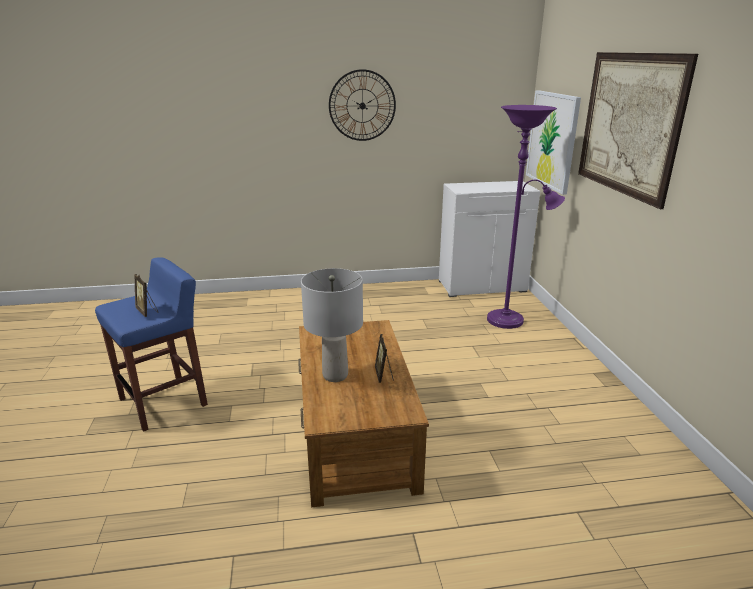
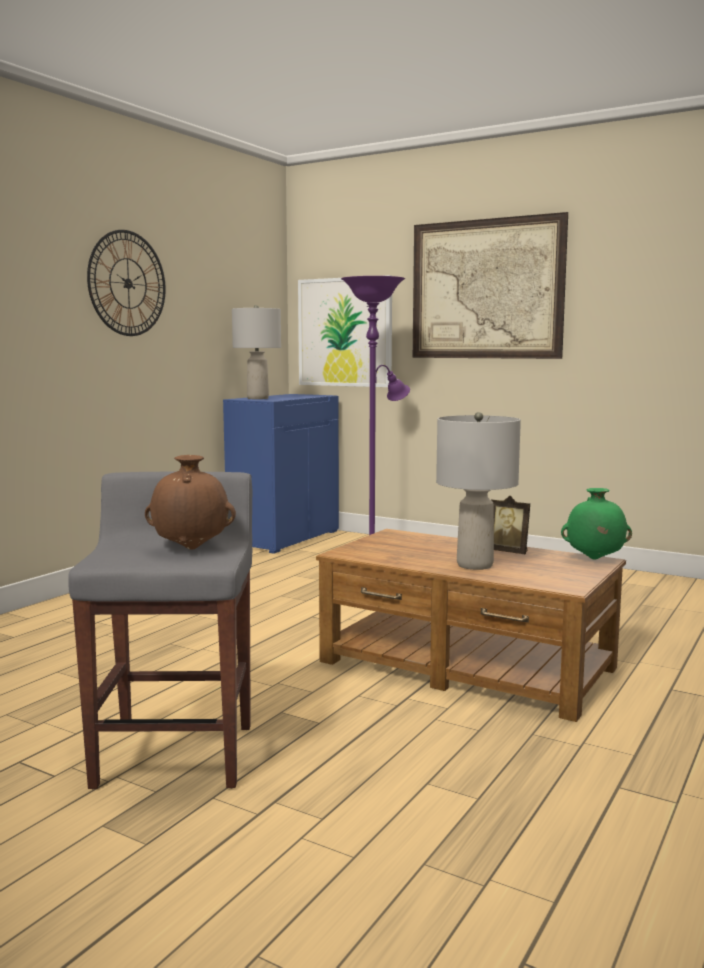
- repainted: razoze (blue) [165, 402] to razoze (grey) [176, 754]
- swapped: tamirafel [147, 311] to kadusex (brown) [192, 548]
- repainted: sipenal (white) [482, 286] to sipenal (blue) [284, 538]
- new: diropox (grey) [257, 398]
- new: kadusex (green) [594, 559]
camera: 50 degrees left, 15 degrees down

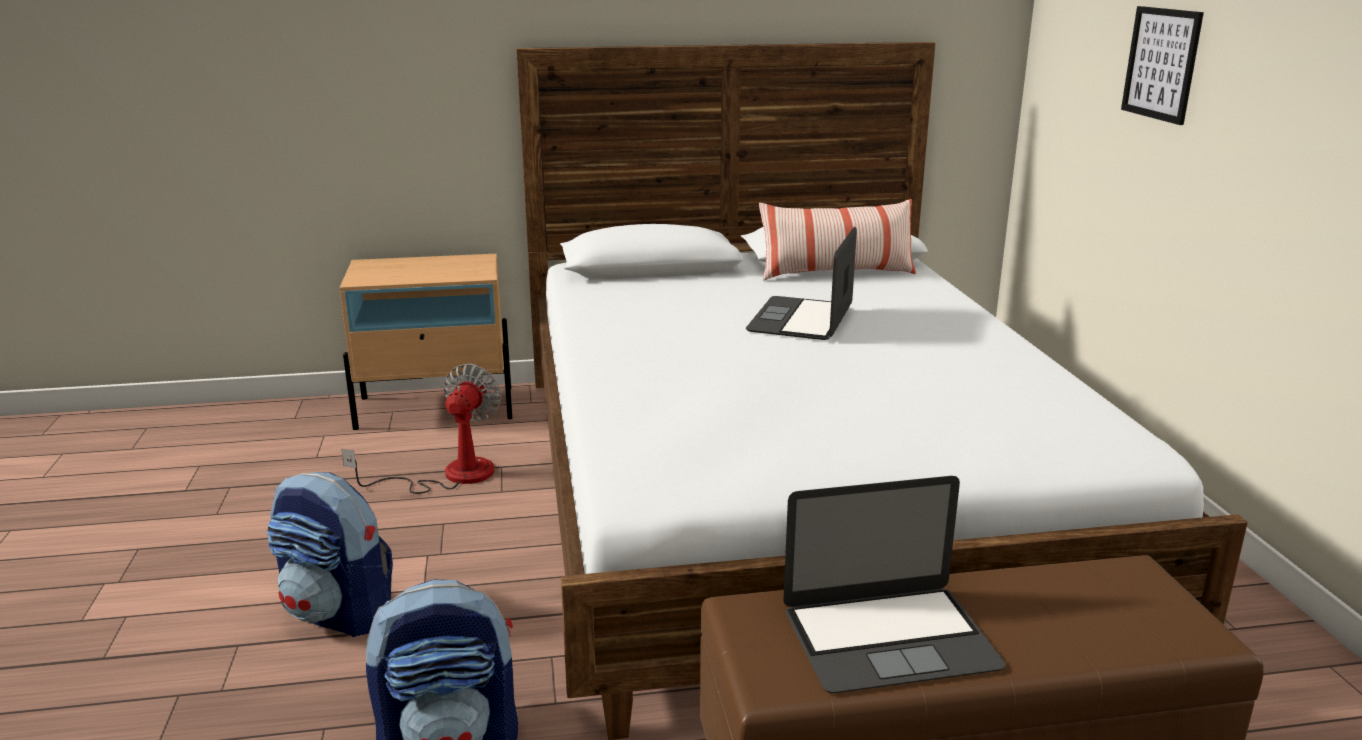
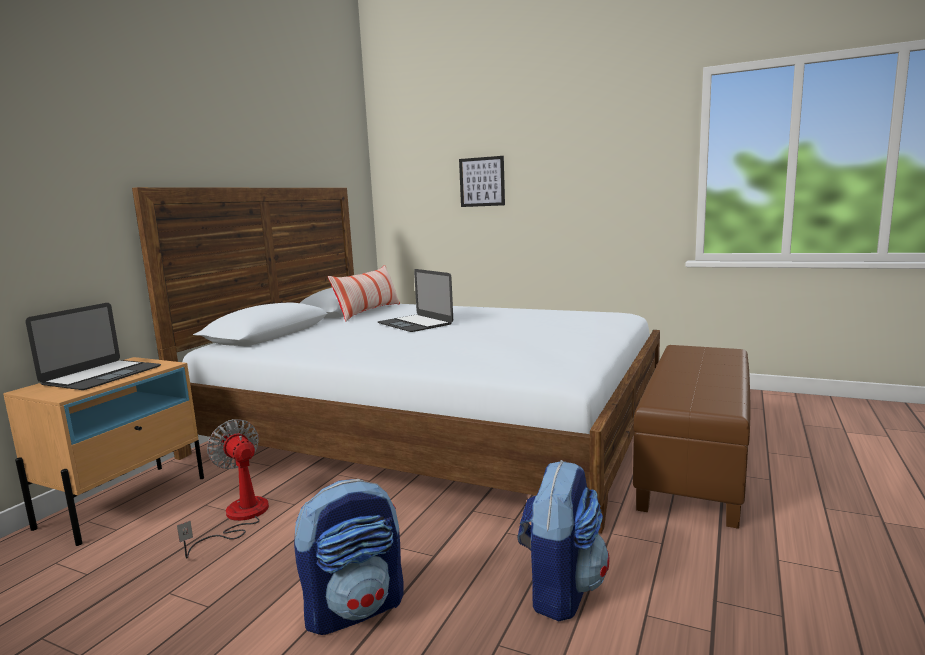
- shifted: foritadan [889, 638] to [102, 375]
camera: 55 degrees left, 10 degrees down

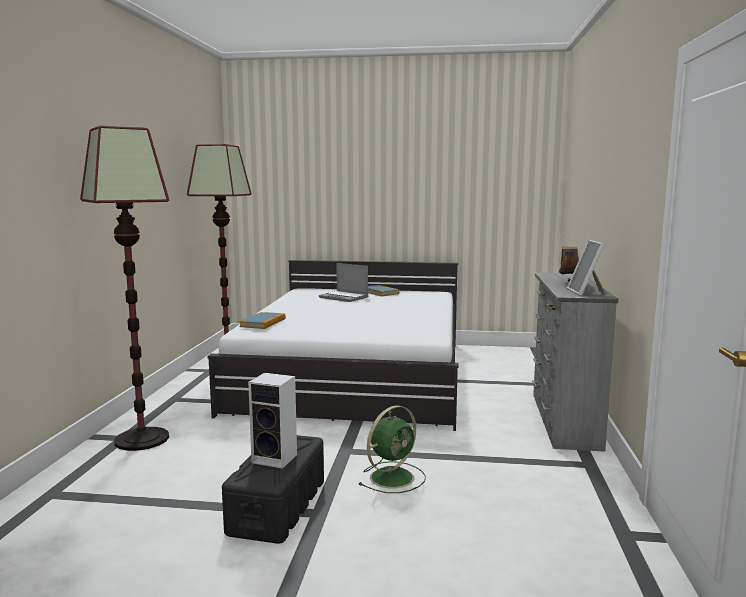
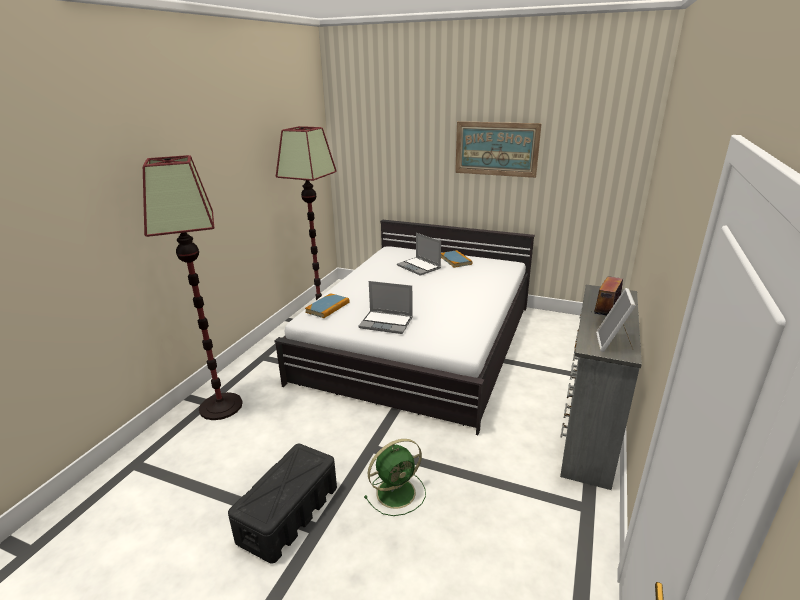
- gone: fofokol [276, 459]
- new: foritadan [387, 323]
- new: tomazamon [496, 149]
camera: 15 degrees right, 15 degrees up

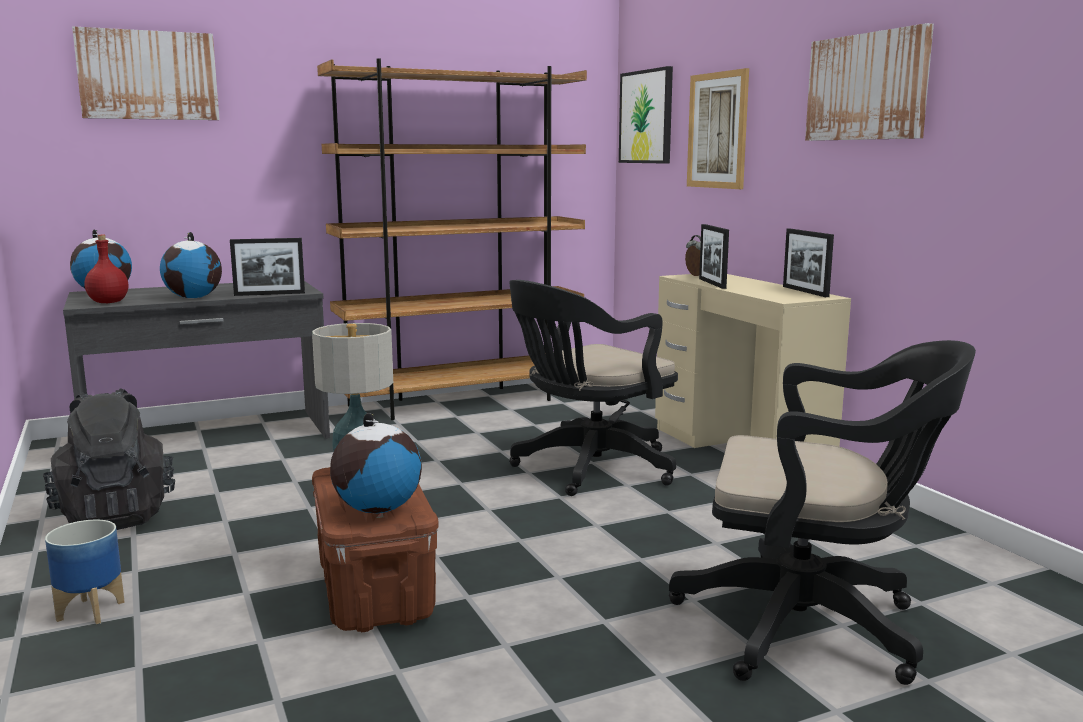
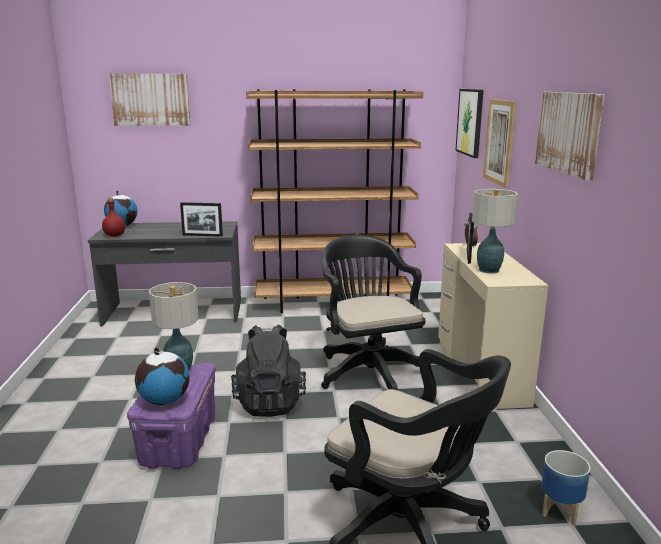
- shifted: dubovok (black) [116, 516] to [269, 402]
- shifted: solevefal [90, 611] to [559, 510]
- gone: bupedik [194, 298]
- repainted: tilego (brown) [374, 591] to tilego (purple) [178, 441]
- rotated: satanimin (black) [588, 469] = [368, 371] 90 degrees clockwise
- gone: tamirafel [805, 291]
- new: diropox [489, 270]
camera: 20 degrees right, 5 degrees up

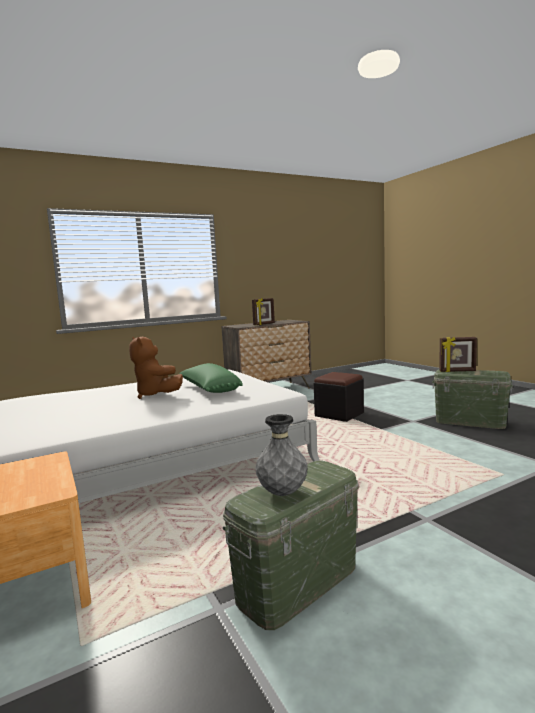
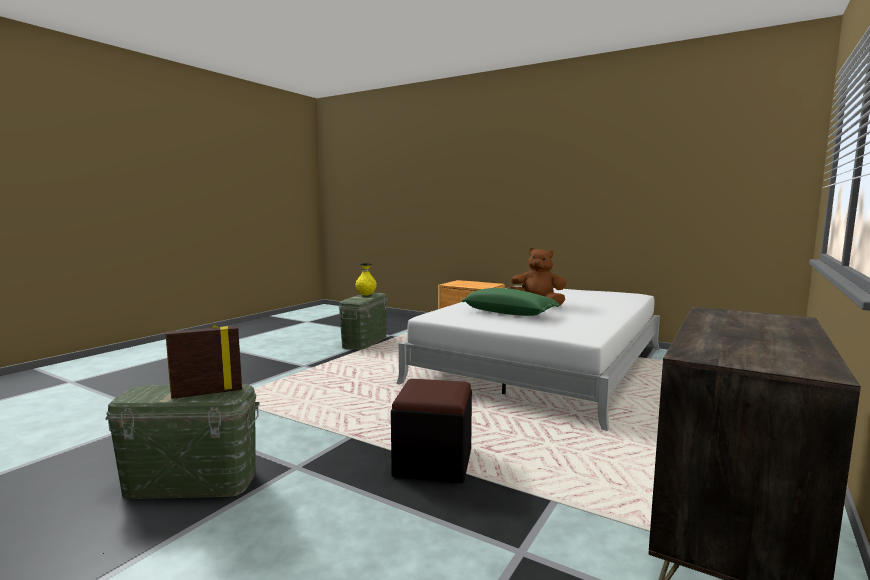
- gone: tamirafel [264, 324]
- repainted: kadusex (grey) [282, 493] to kadusex (yellow) [366, 295]
camera: 150 degrees right, 0 degrees up

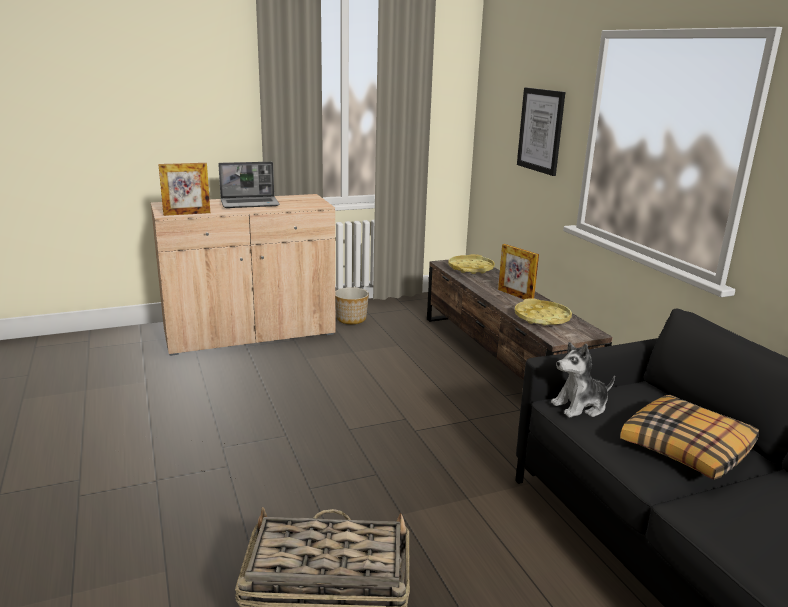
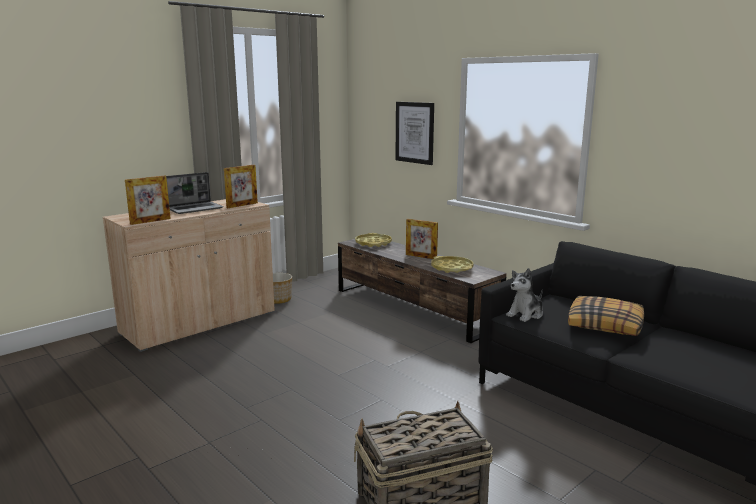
- new: tamirafel [242, 205]
camera: 20 degrees left, 5 degrees down

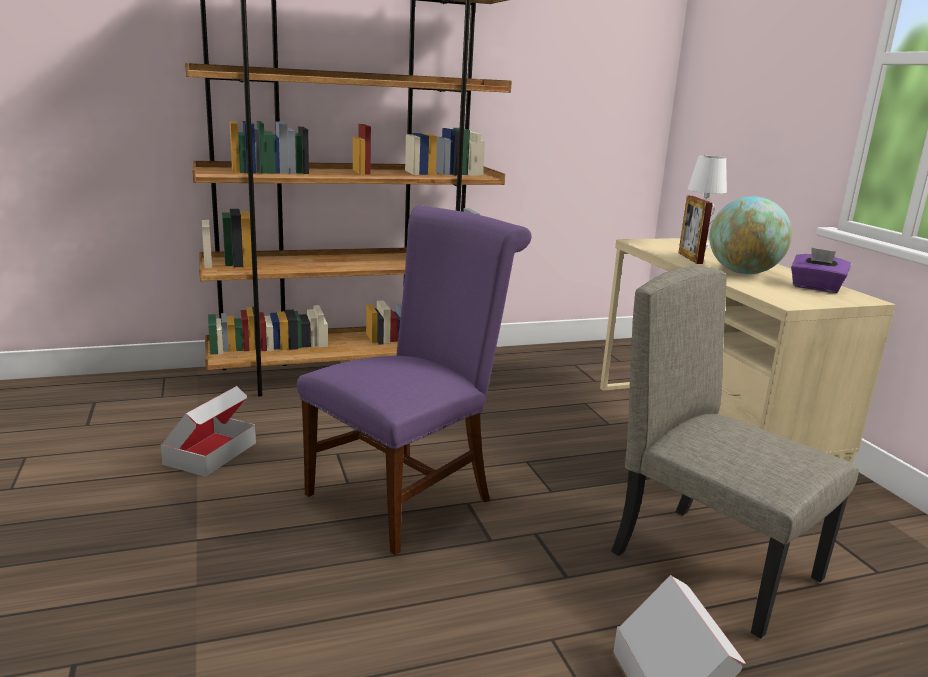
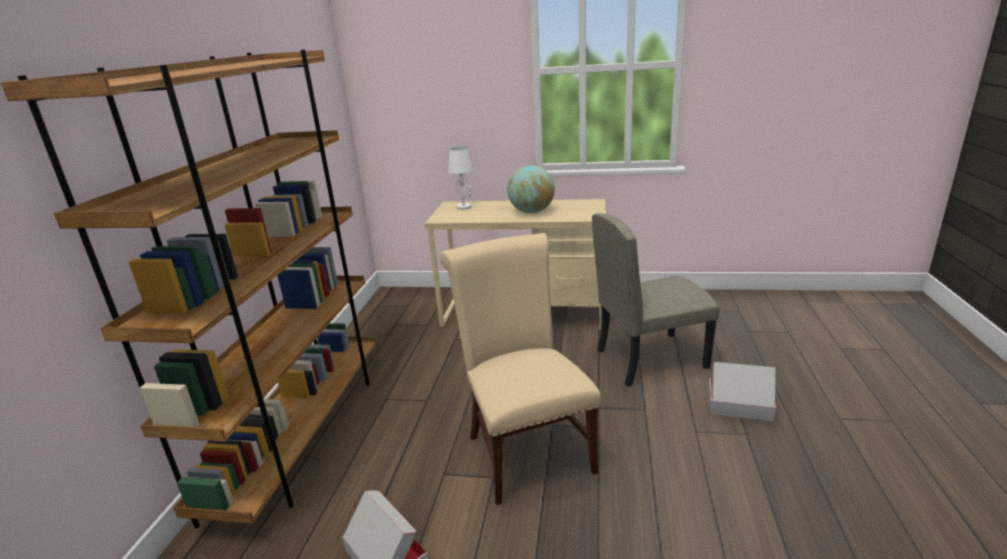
- repainted: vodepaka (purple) [408, 493] to vodepaka (beige) [525, 449]
- gone: tamirafel [690, 258]
- gone: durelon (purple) [816, 287]
camera: 60 degrees left, 5 degrees up

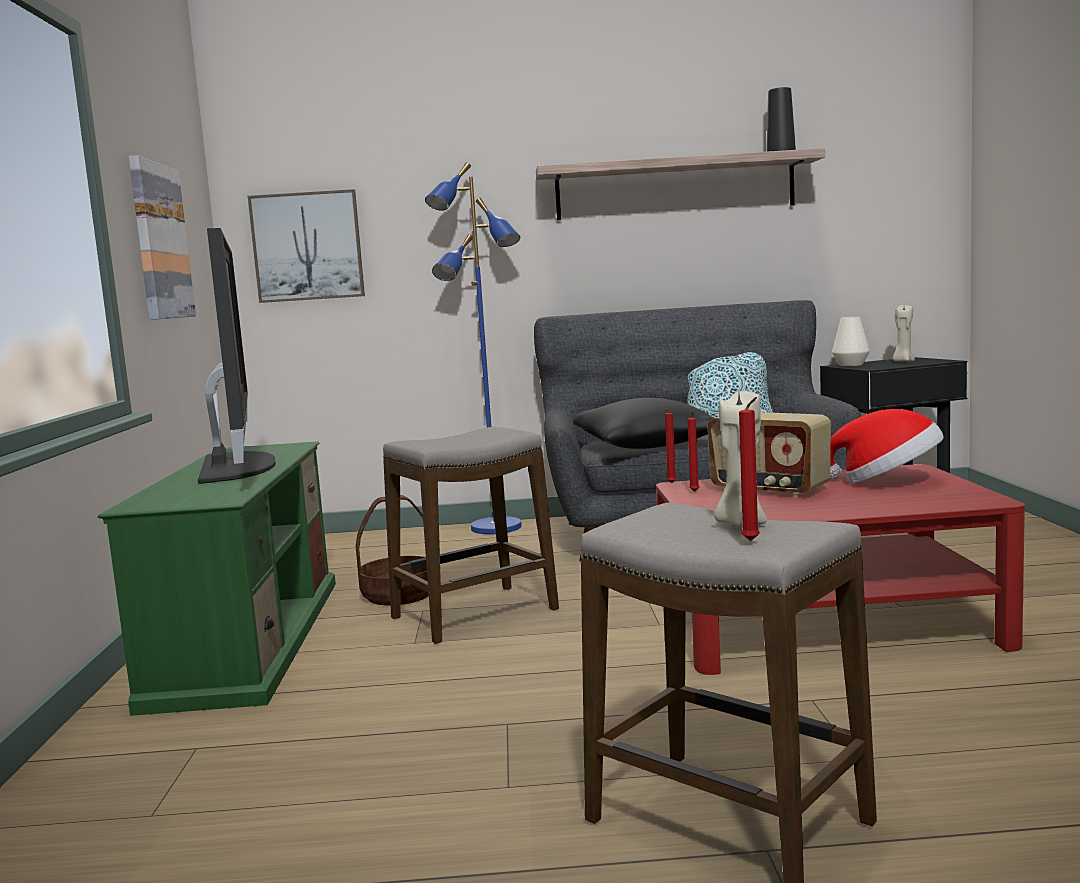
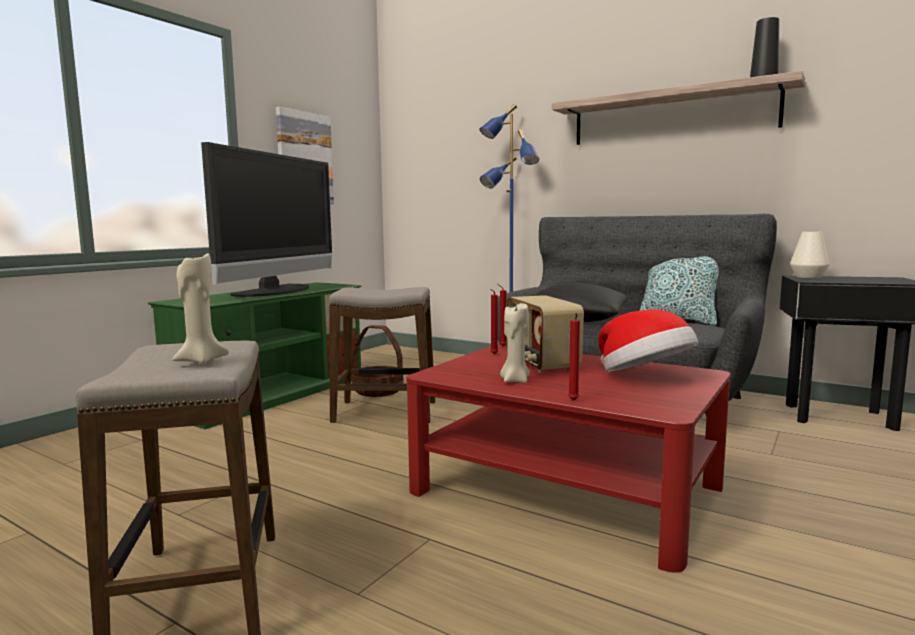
- gone: tomazamon [307, 246]
- shifted: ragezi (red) [752, 541] to [573, 401]
- shifted: ragezi (beige) [903, 361] to [515, 381]
camera: 35 degrees right, 0 degrees up

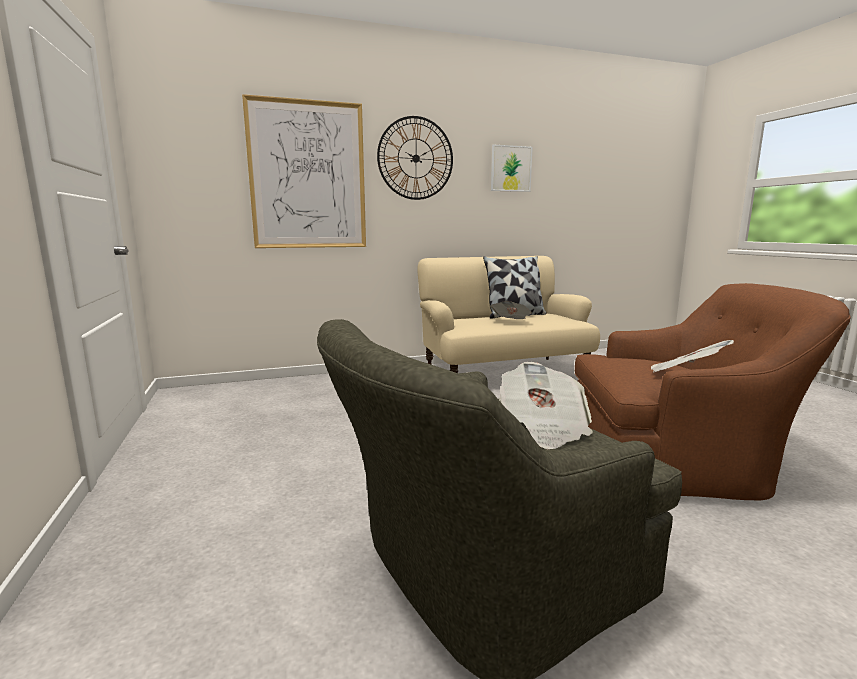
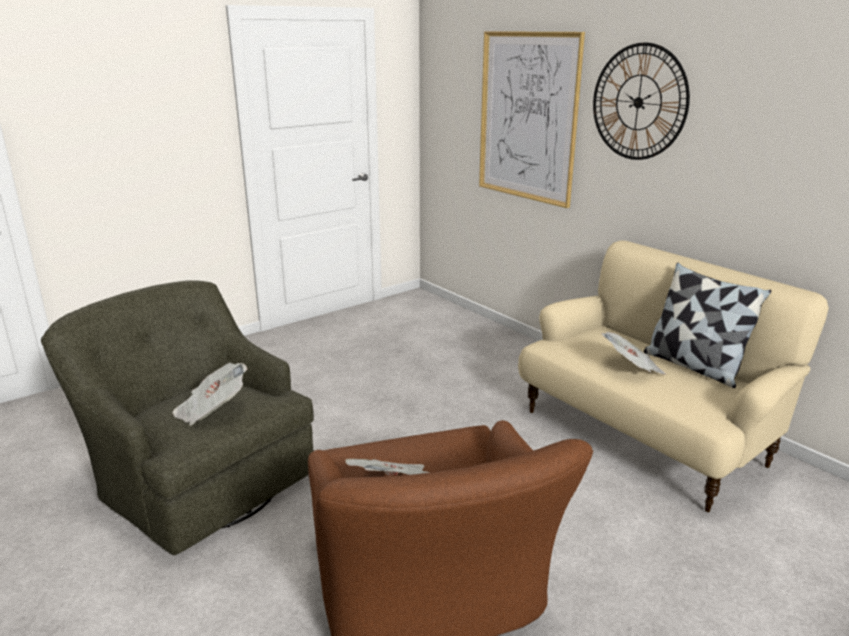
- gone: tomazamon [511, 168]
camera: 70 degrees right, 10 degrees up

